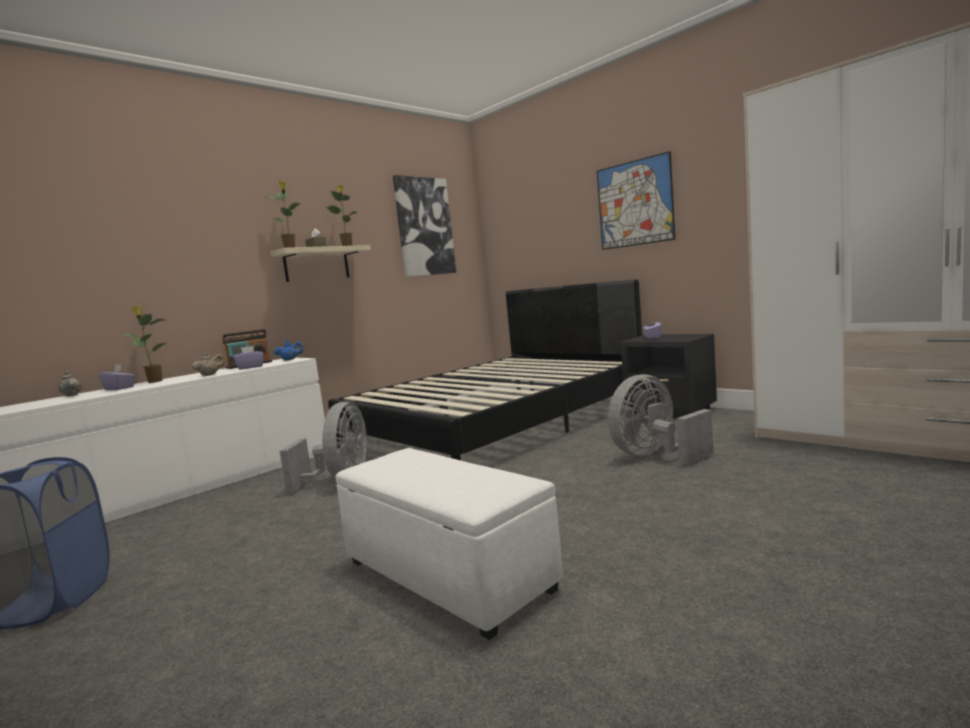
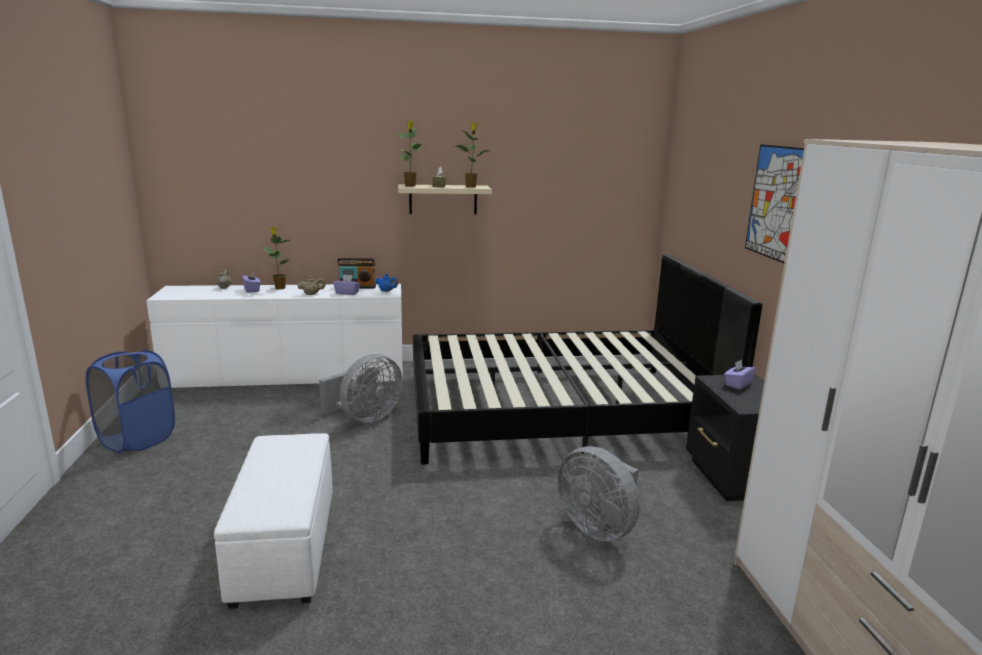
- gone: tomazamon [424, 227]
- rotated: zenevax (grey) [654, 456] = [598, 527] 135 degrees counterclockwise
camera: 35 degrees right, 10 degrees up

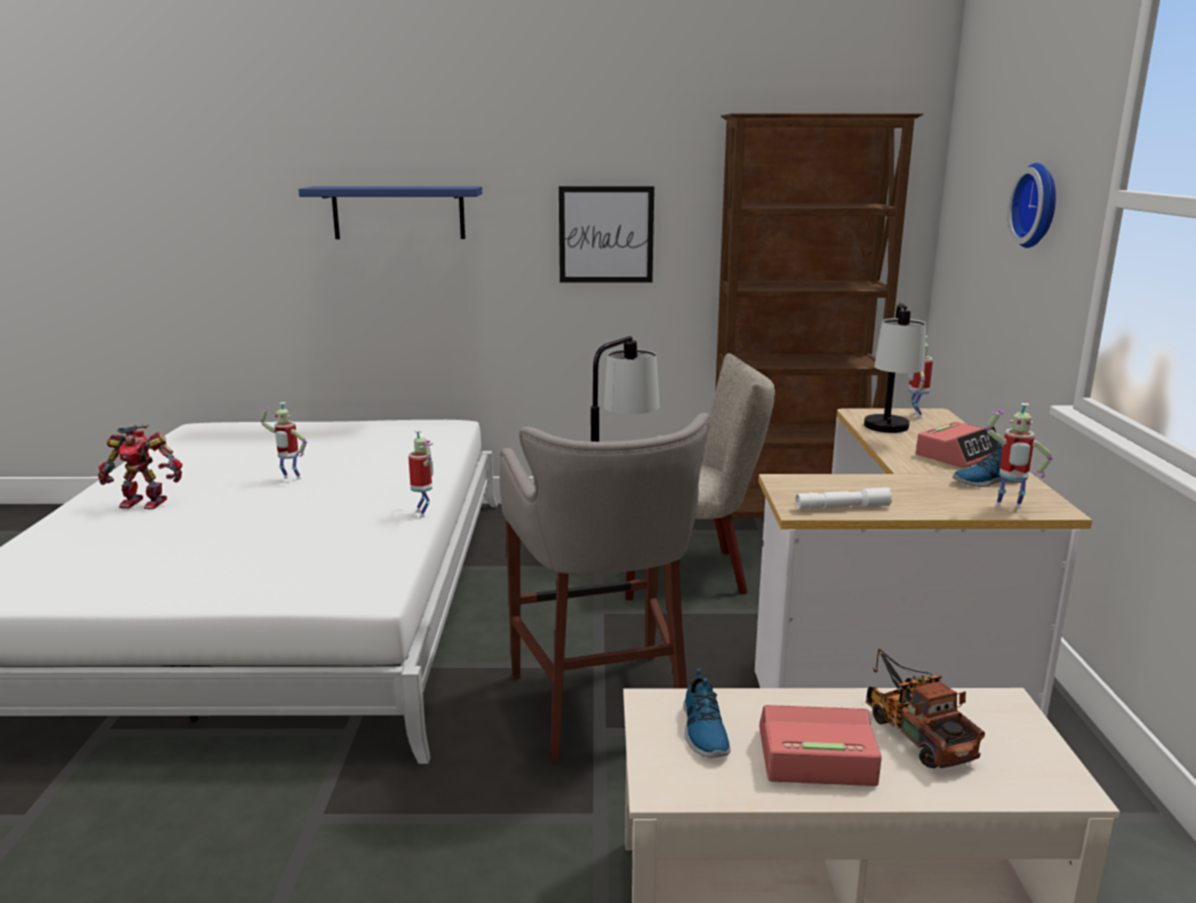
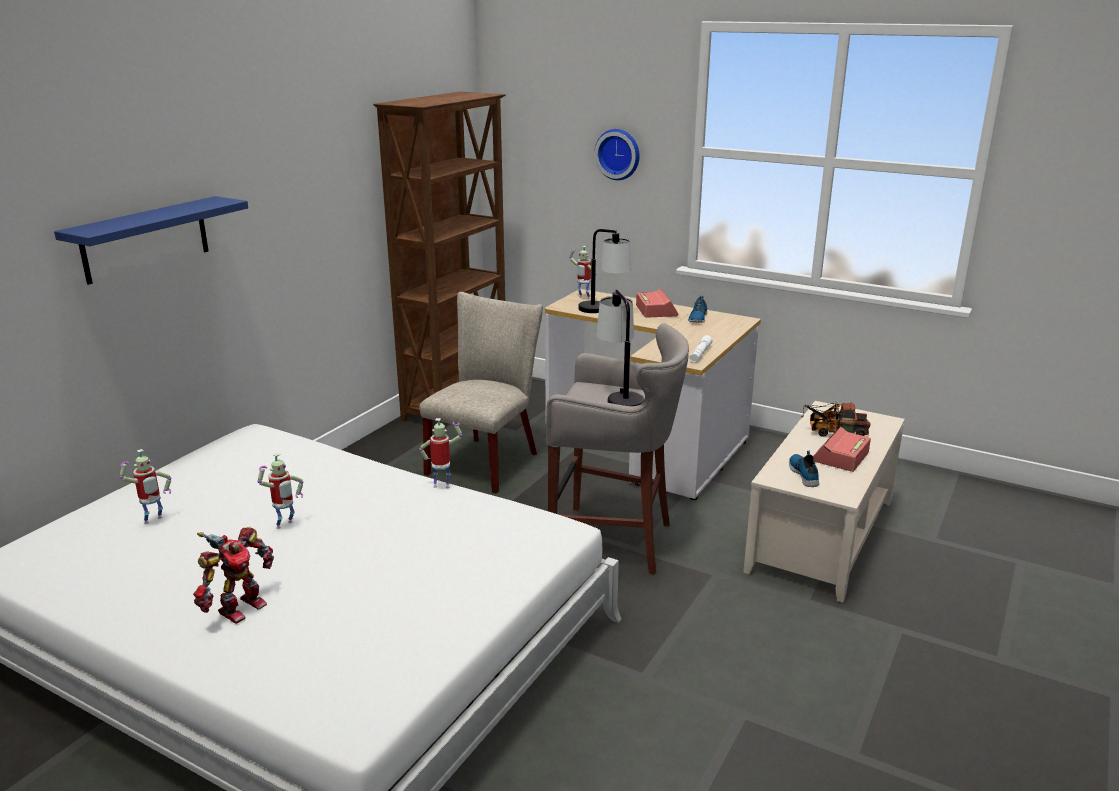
- gone: tomazamon [606, 234]
- rotated: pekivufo [703, 731] = [804, 474] 120 degrees counterclockwise
- shifted: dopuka [1008, 507] to [154, 521]
camera: 60 degrees left, 5 degrees up

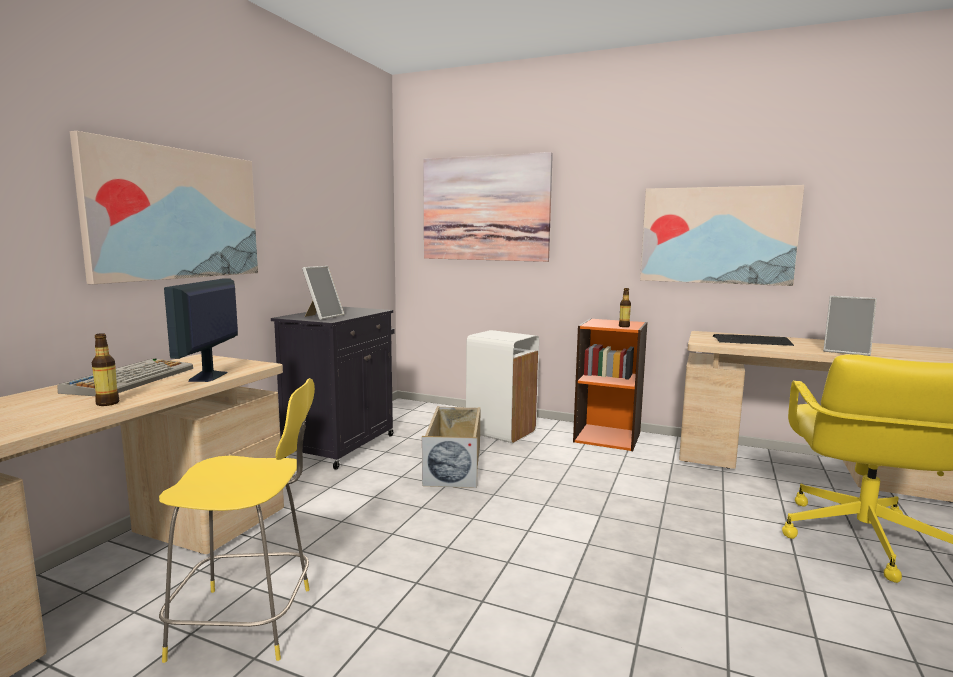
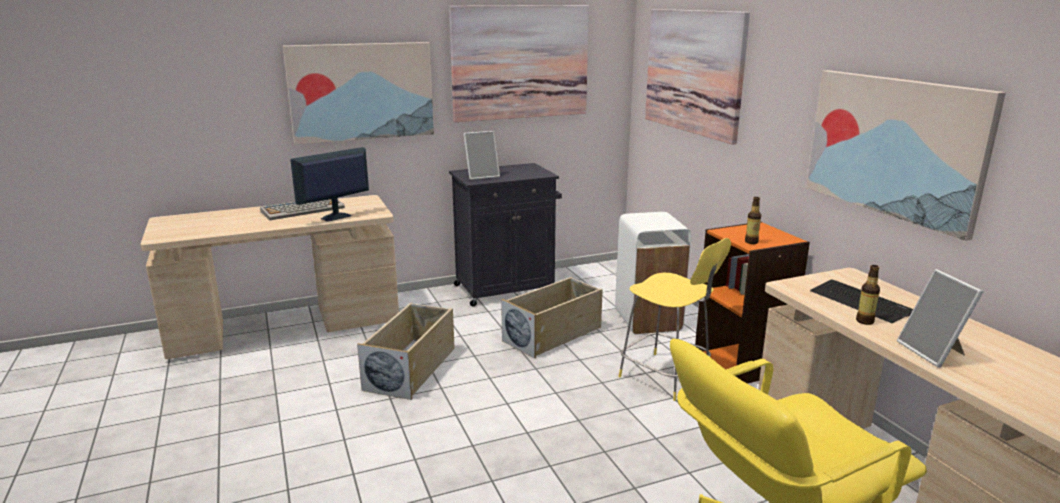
- shifted: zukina [107, 403] to [864, 321]
- shifted: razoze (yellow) [248, 622] to [667, 377]
- new: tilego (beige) [411, 368]
- new: tomazamon [520, 62]
camera: 45 degrees right, 10 degrees up

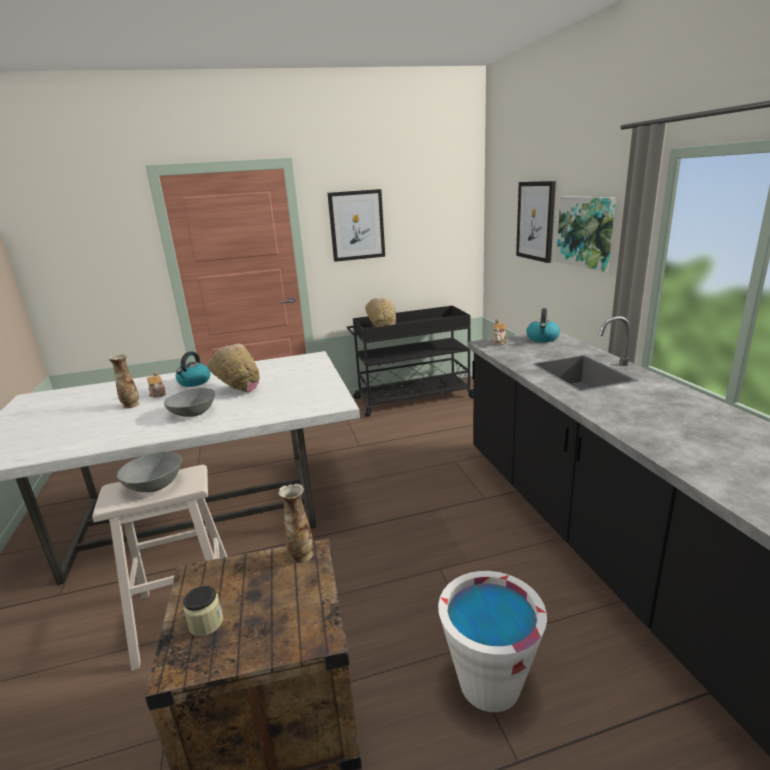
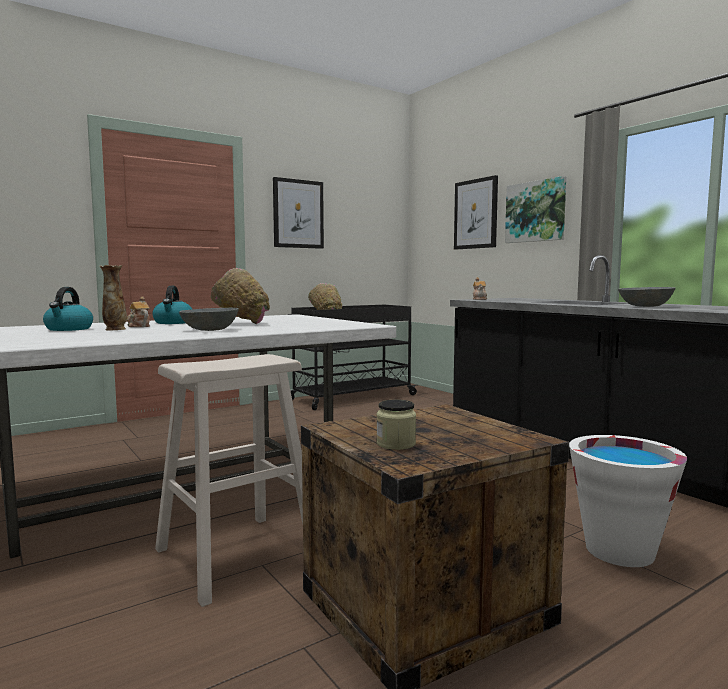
- shifted: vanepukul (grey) [155, 484] to [645, 306]
- gone: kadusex [301, 555]
- shifted: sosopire [542, 338] to [69, 329]
camera: 20 degrees left, 15 degrees down

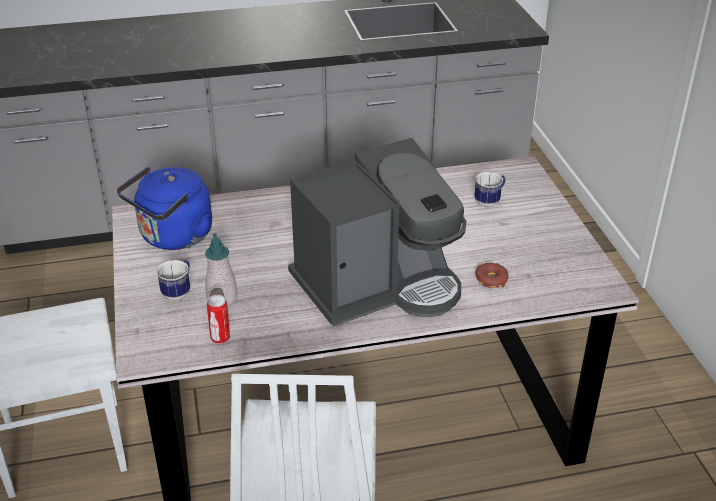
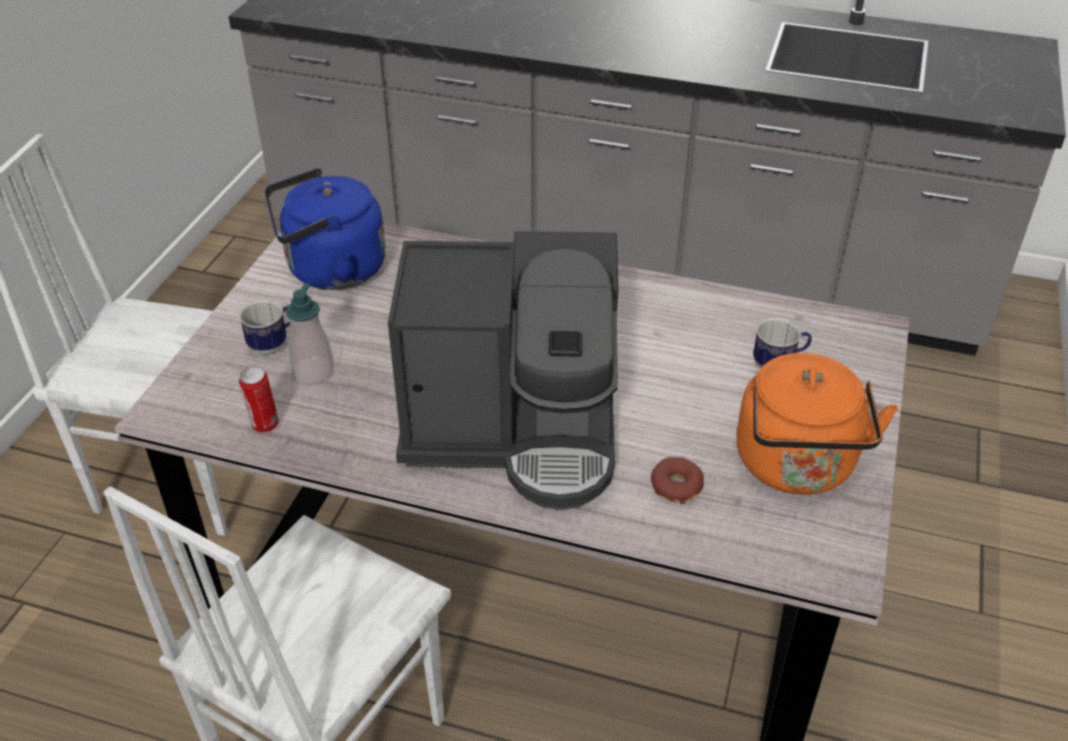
- new: sosopire (orange) [797, 467]
camera: 30 degrees right, 5 degrees up

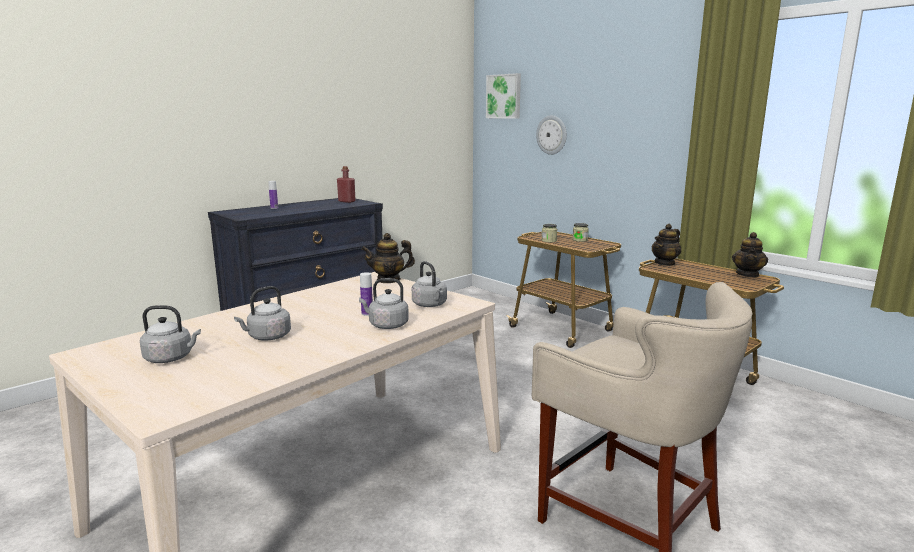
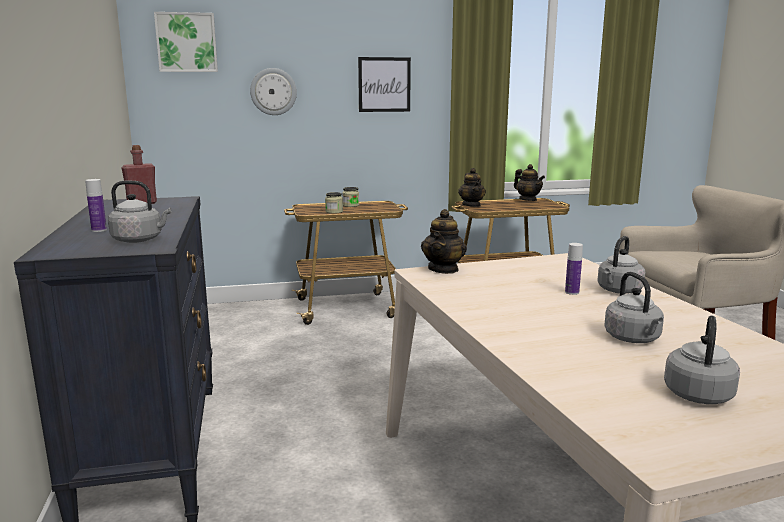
- shifted: sosopire (grey) [430, 305] to [140, 240]
- new: tomazamon [384, 84]
camera: 60 degrees left, 0 degrees up

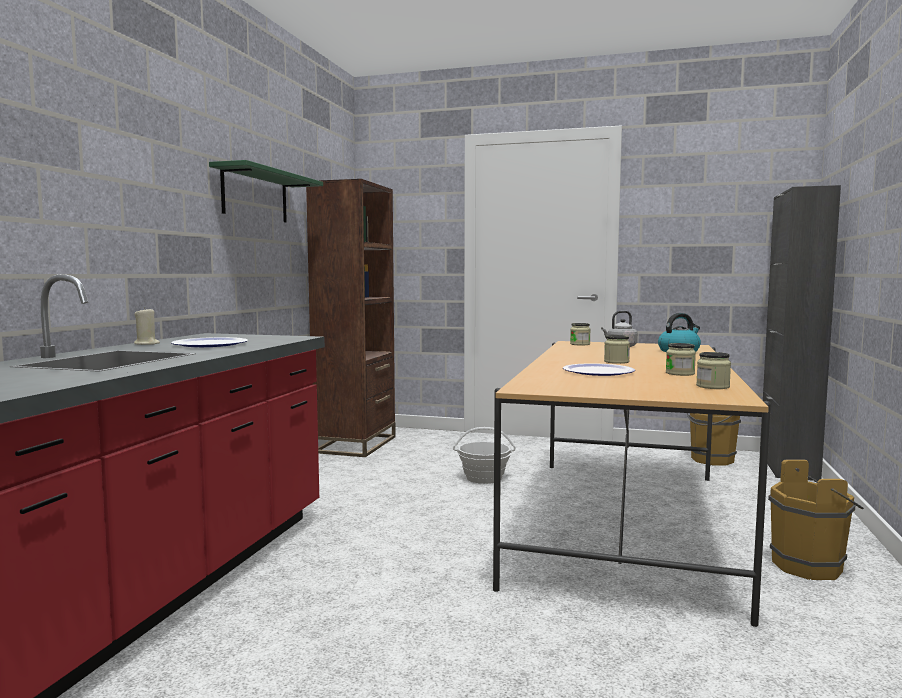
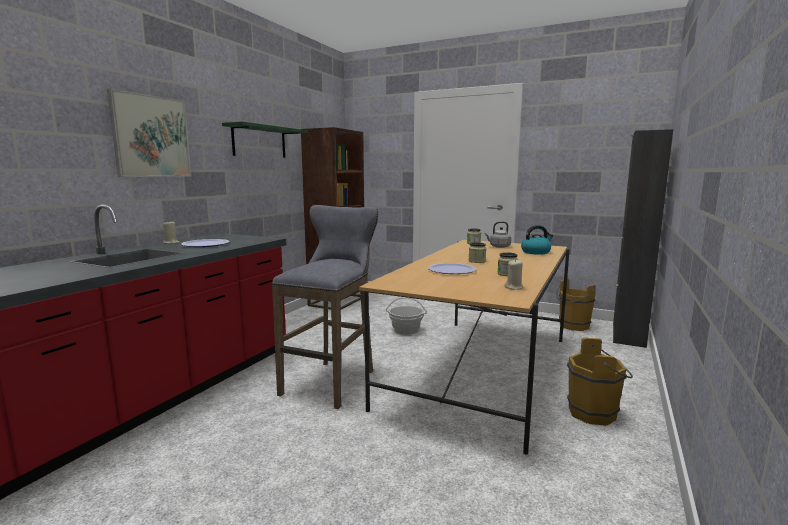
- swapped: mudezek [712, 386] to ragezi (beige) [514, 287]
- new: tomazamon [151, 136]
- new: razoze (grey) [331, 381]
camera: 10 degrees right, 5 degrees up

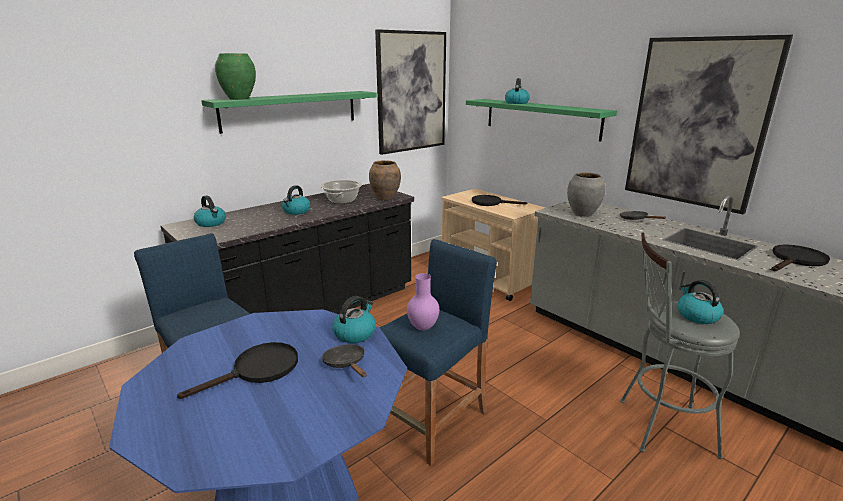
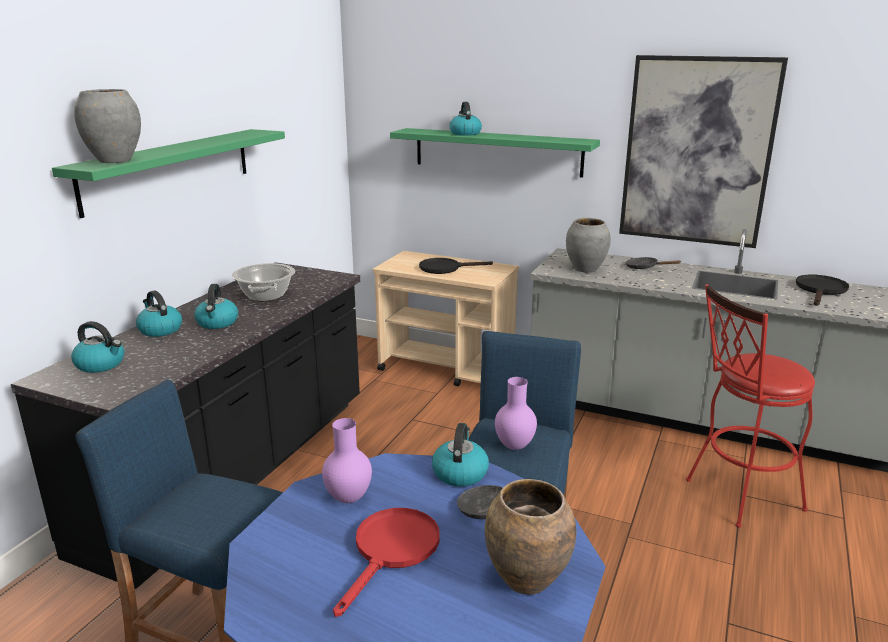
- repainted: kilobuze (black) [258, 370] to kilobuze (red) [392, 551]
- repainted: kadusex (green) [238, 99] to kadusex (grey) [114, 161]
- shifted: kadusex (brown) [385, 198] to [526, 579]
- gone: tomazamon [411, 92]
- repainted: razoze (grey) [658, 426] to razoze (red) [736, 496]
- shifted: sosopire [696, 315] to [160, 330]
- new: kadusex (purple) [348, 498]
camera: 25 degrees left, 0 degrees up

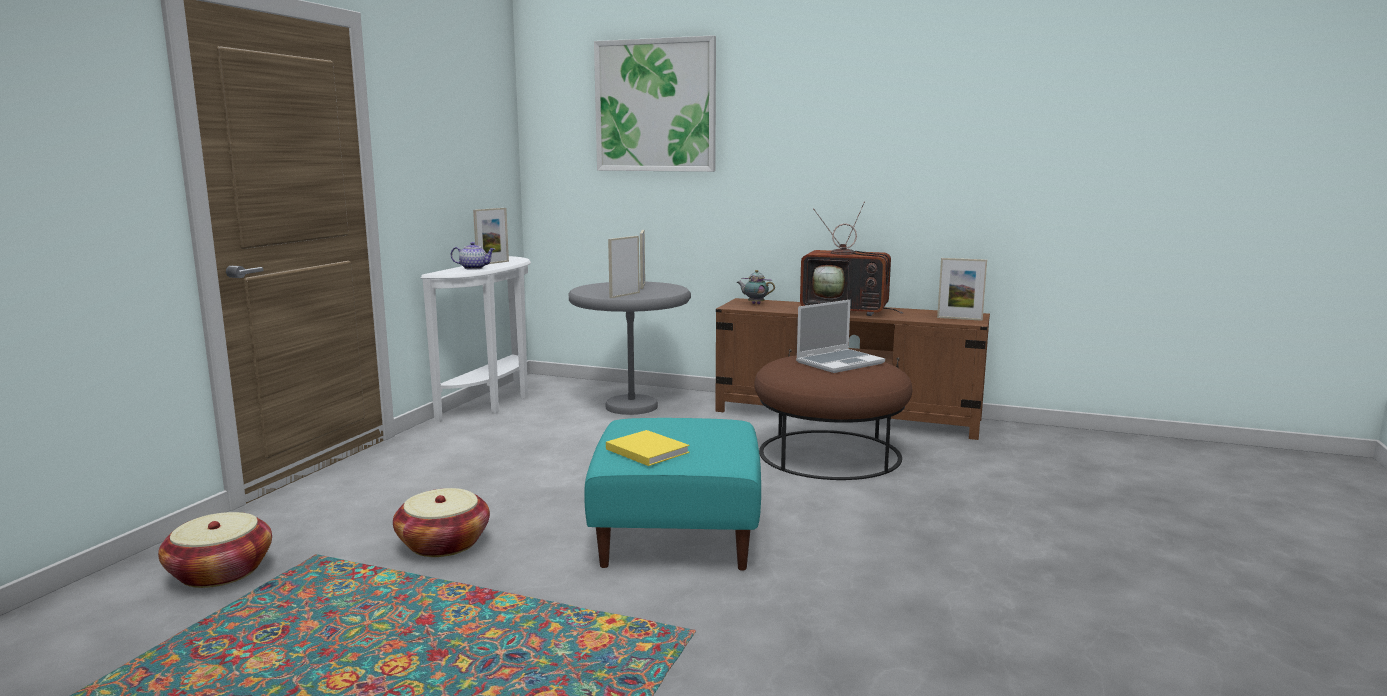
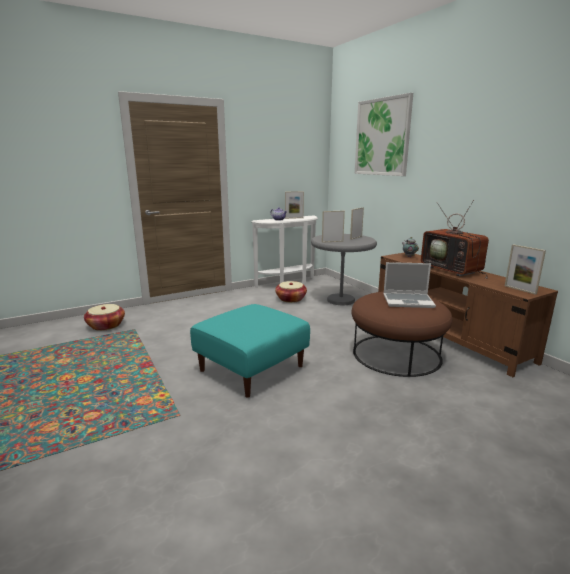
- shifted: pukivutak [443, 544] to [291, 299]
- gone: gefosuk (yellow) [645, 450]
camera: 40 degrees right, 5 degrees up

